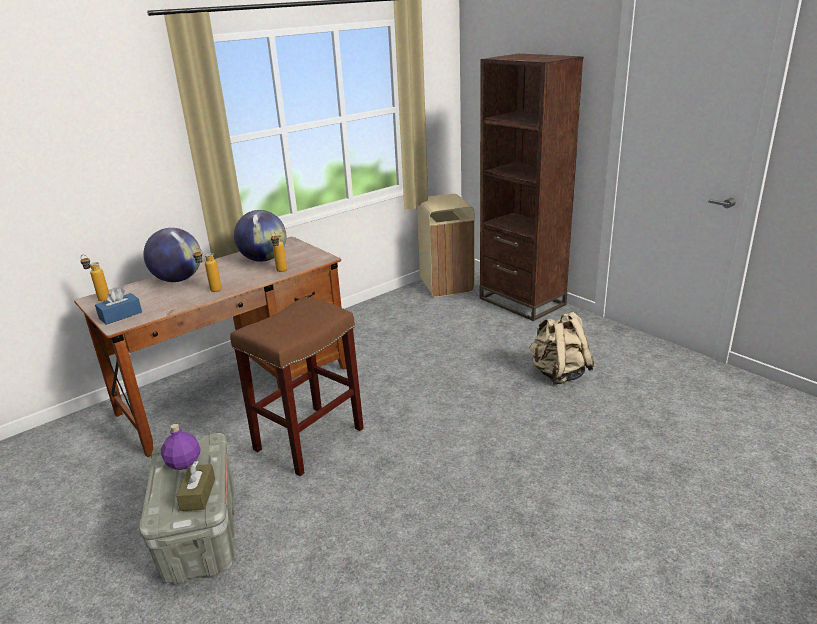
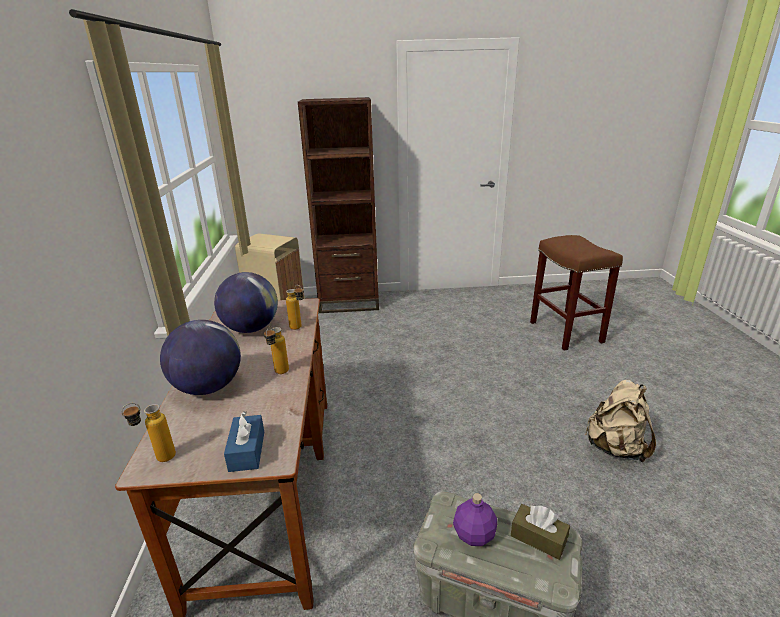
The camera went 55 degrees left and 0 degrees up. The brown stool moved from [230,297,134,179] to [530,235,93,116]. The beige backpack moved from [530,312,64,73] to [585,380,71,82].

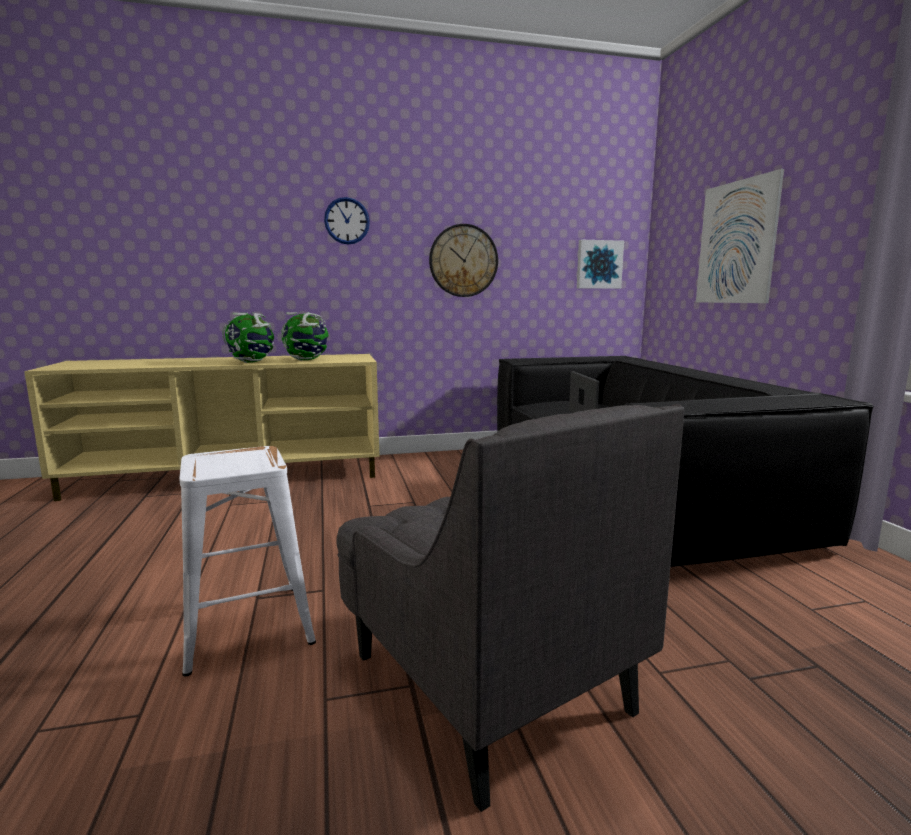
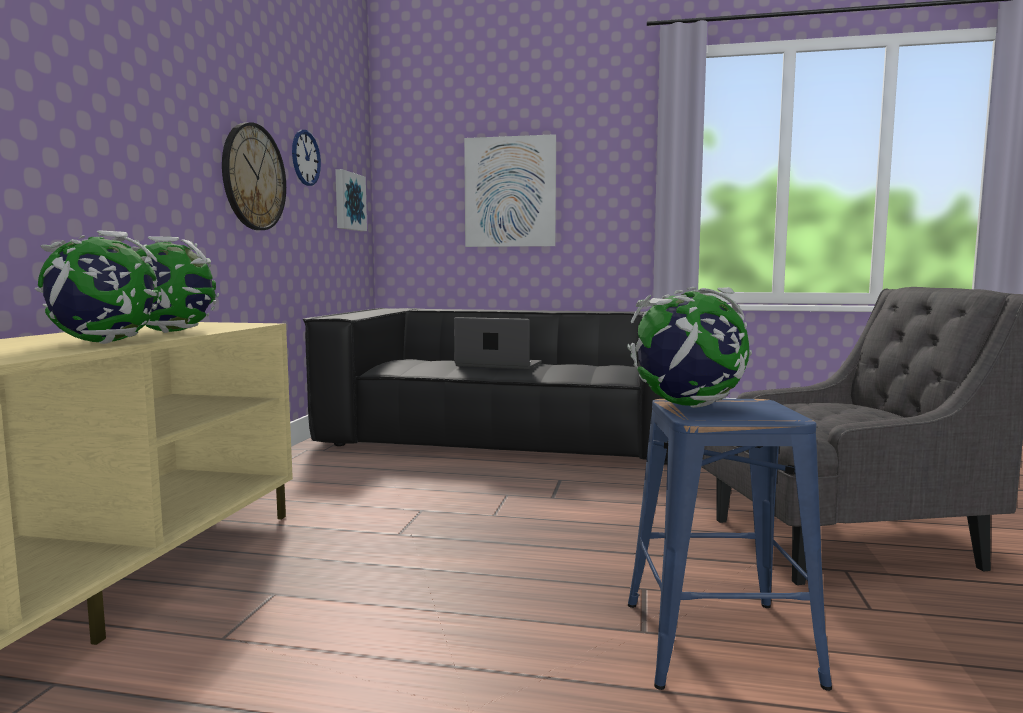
The camera went 65 degrees left and 5 degrees down. The white stool at [179,446,137,230] became the blue stool at [628,399,204,292]. The wall clock moved from [324,197,46,47] to [292,130,29,56]. The globe at [627,287,125,121] appeared.

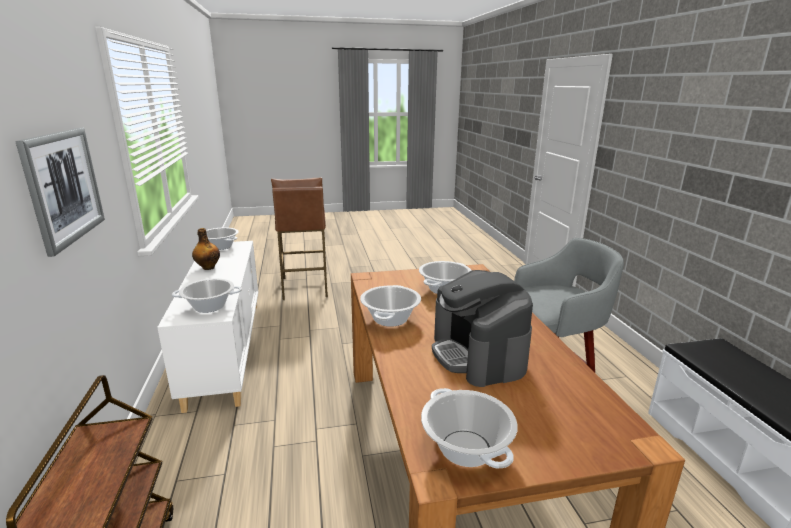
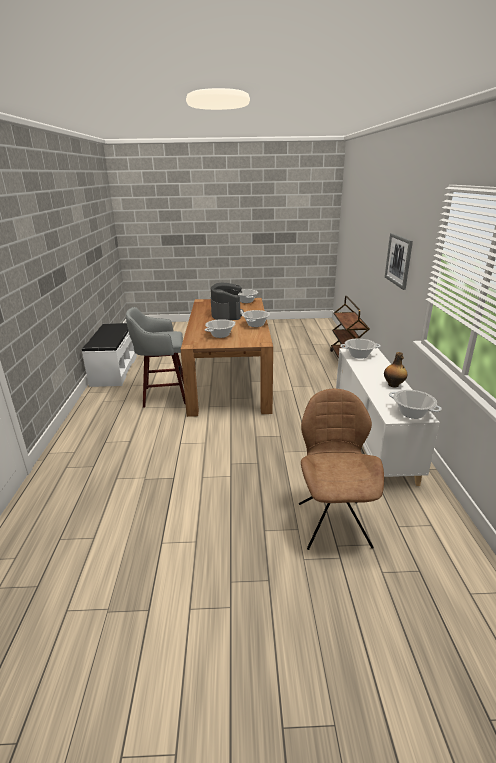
The camera went 170 degrees left and 5 degrees up. The brown stool at [271,177,57,123] was replaced by the brown chair at [299,388,85,162].

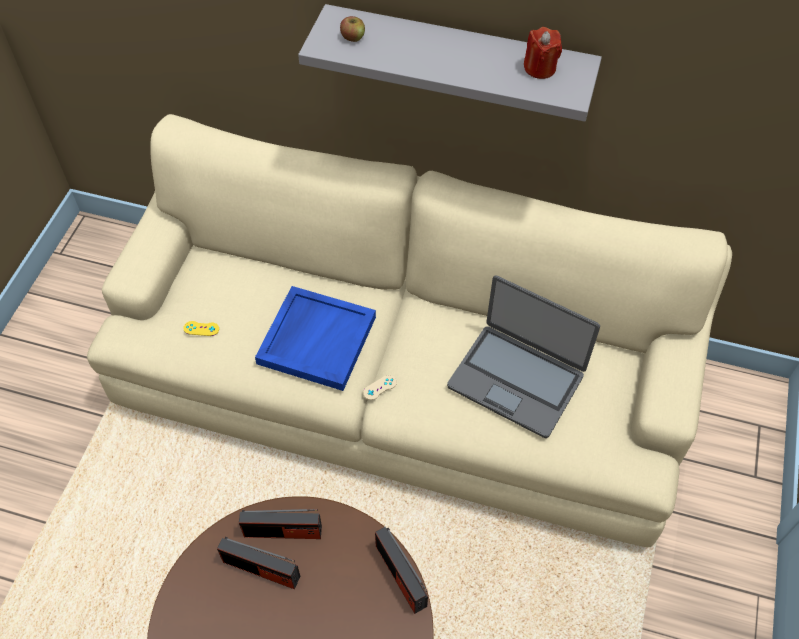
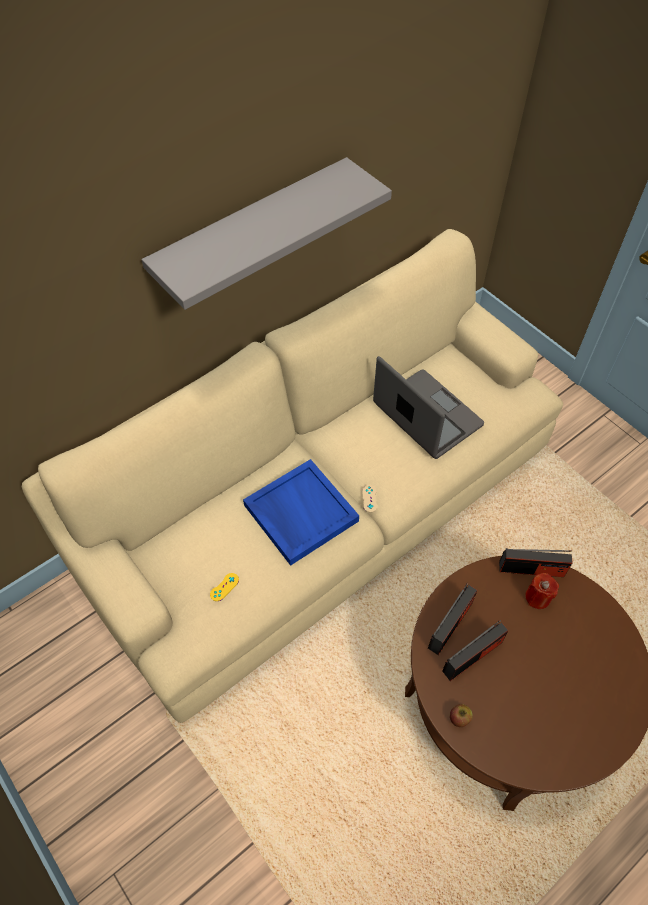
The camera went 55 degrees left and 0 degrees up. The apple moved from [340,16,25,26] to [450,704,23,23]. The laptop at [447,275,153,163] turned 105 degrees counterclockwise. The red candle moved from [524,27,38,52] to [525,573,34,36].

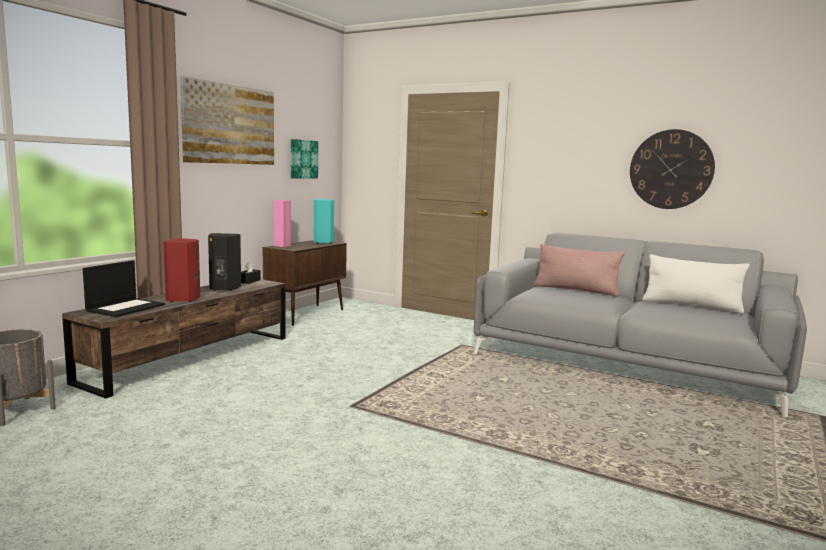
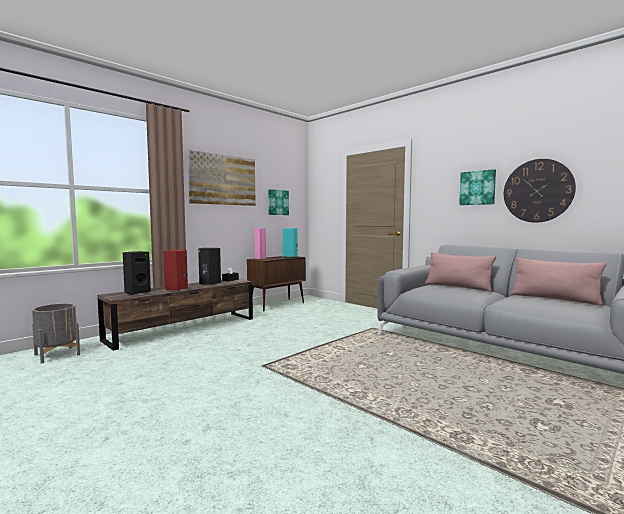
The camera went 15 degrees right and 5 degrees down. The laptop at [83,260,82,57] was replaced by the black speaker at [123,251,28,44]. The white pillow at [643,254,107,59] became the pink pillow at [511,257,96,49]. The picture at [459,169,37,36] appeared.

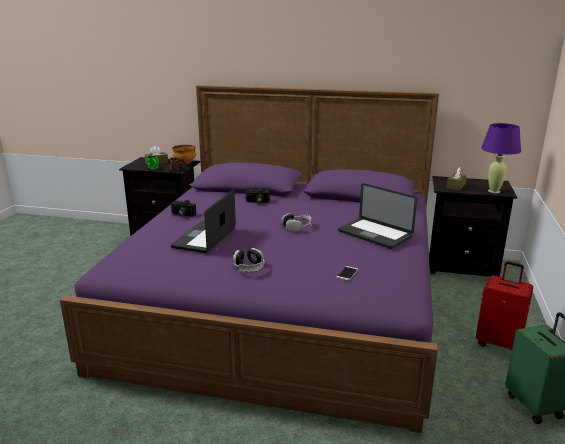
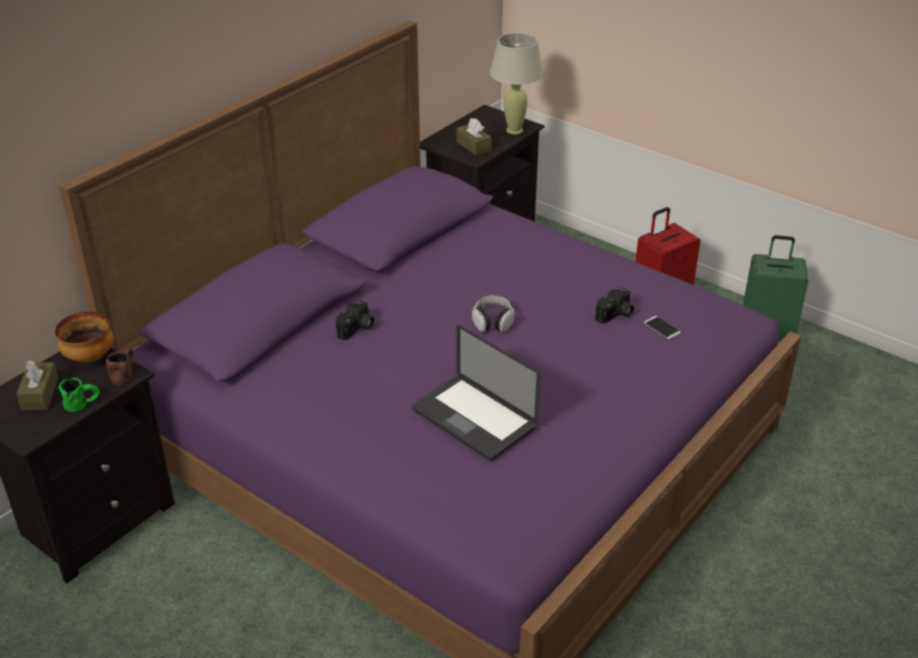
The camera went 65 degrees left and 15 degrees up. The photo camera moved from [171,200,25,17] to [595,288,39,36]. The headphones at [233,248,32,24] disappeared. The laptop at [338,183,79,66] disappeared. The purple table lamp at [481,123,40,70] became the beige table lamp at [490,33,54,101].

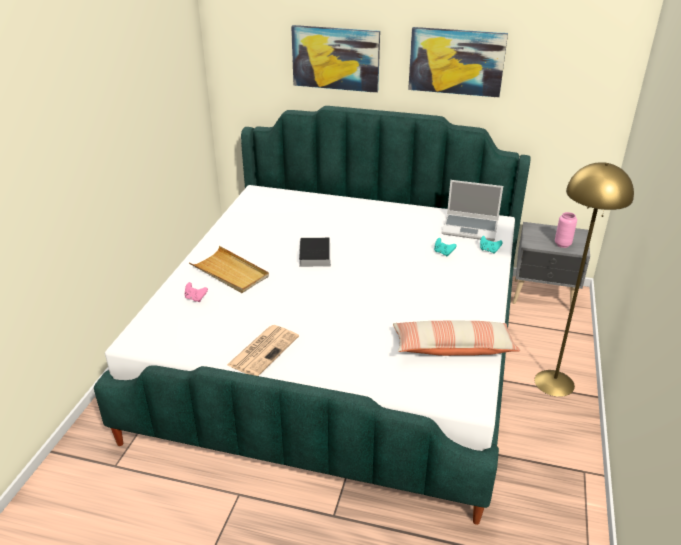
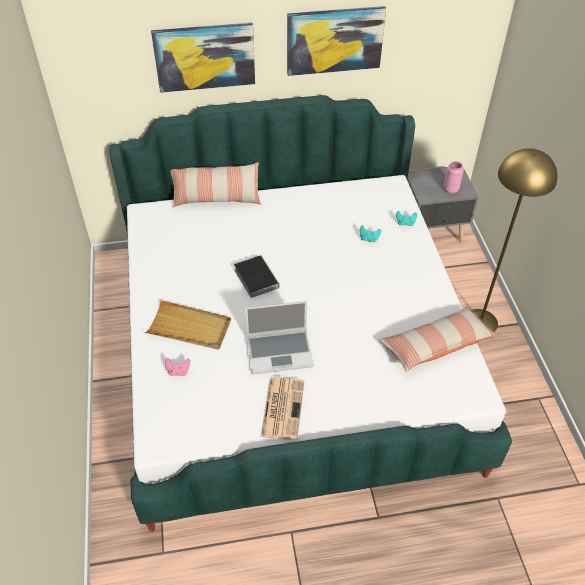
The camera went 25 degrees left and 15 degrees up. The laptop moved from [441,180,62,61] to [245,301,69,73]. The pillow at [171,162,90,45] appeared.

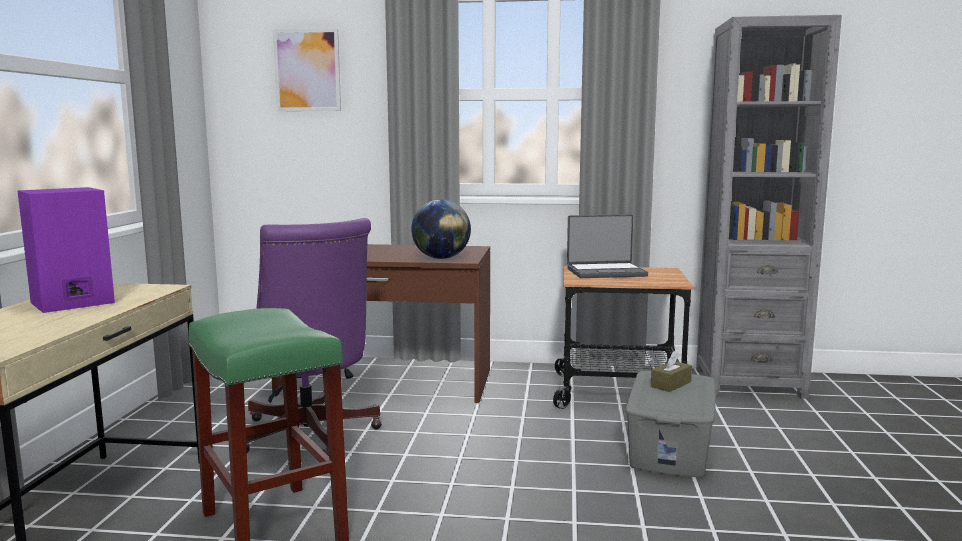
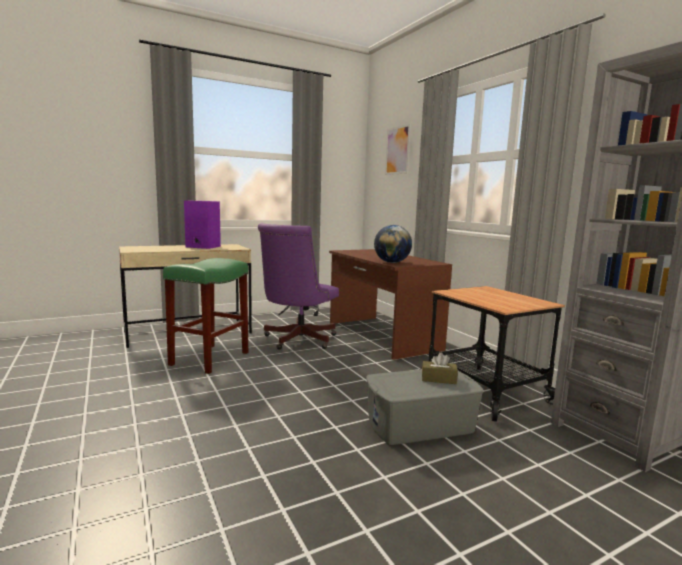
The camera went 55 degrees right and 0 degrees up. The laptop at [567,214,81,64] disappeared.

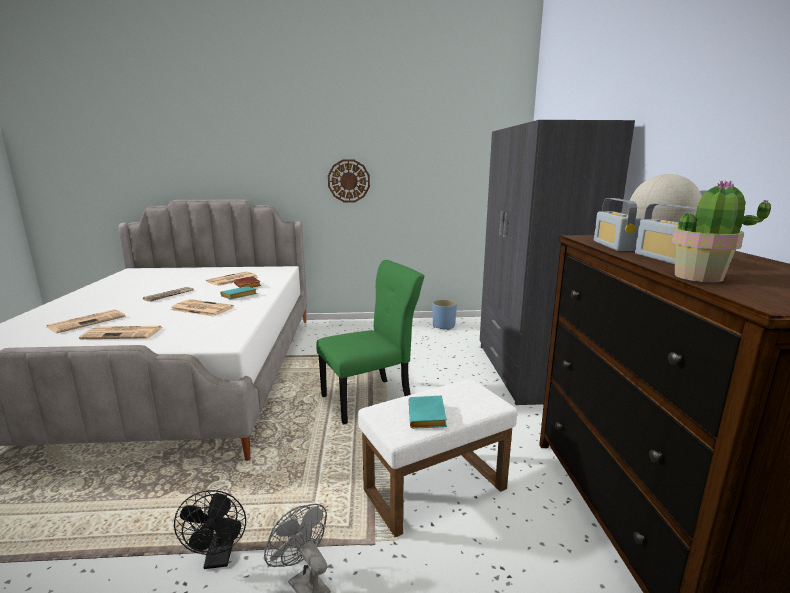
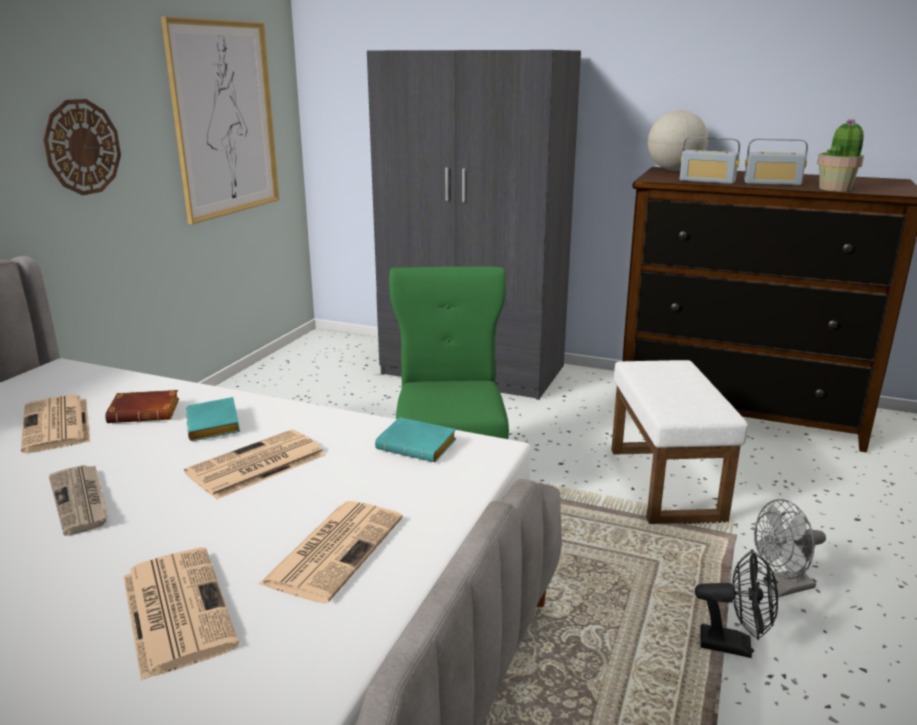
The camera went 65 degrees left and 5 degrees up. The turquoise book moved from [409,396,38,33] to [375,417,81,45]. The blue planter at [432,299,25,31] disappeared. The picture at [161,17,118,207] appeared.

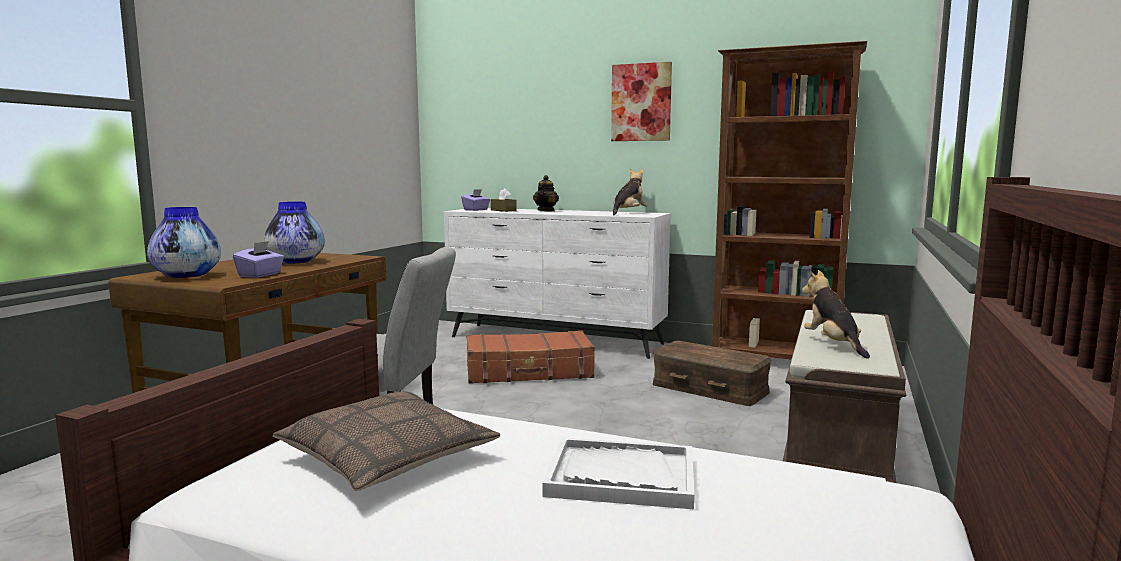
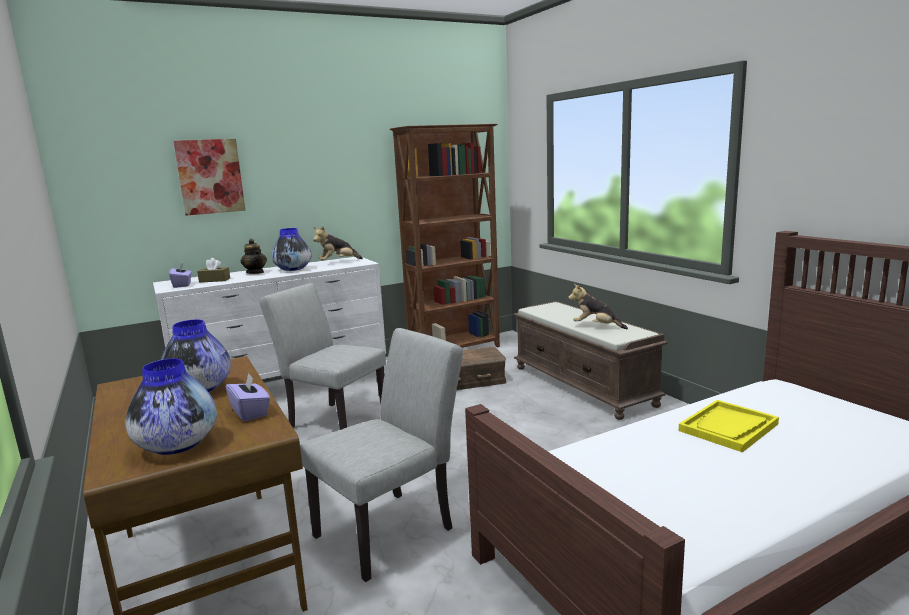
The camera went 50 degrees left and 5 degrees up. The pillow at [273,391,227,100] disappeared. The brown suitcase at [466,330,129,54] was replaced by the grey chair at [259,283,127,147]. The white tray at [542,437,152,72] became the yellow tray at [679,400,100,53]. The picture moved from [611,62,61,79] to [173,139,72,77]. The plush toy at [613,168,34,48] turned 105 degrees counterclockwise. The vase at [272,228,39,43] appeared.

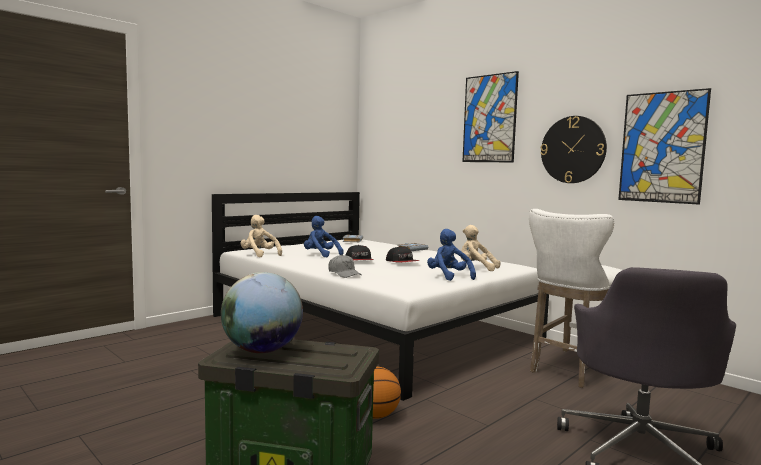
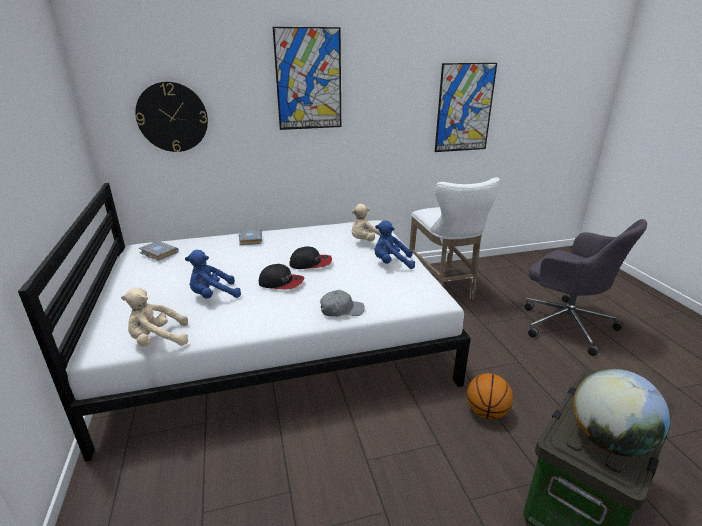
The camera went 60 degrees left and 20 degrees up. The wall clock moved from [540,116,67,67] to [135,82,73,70].

